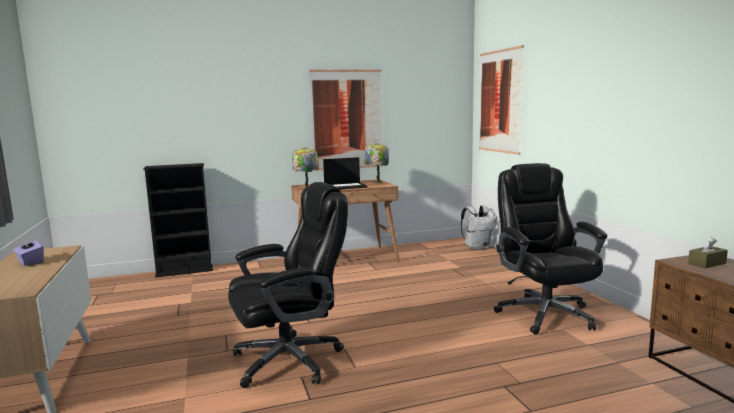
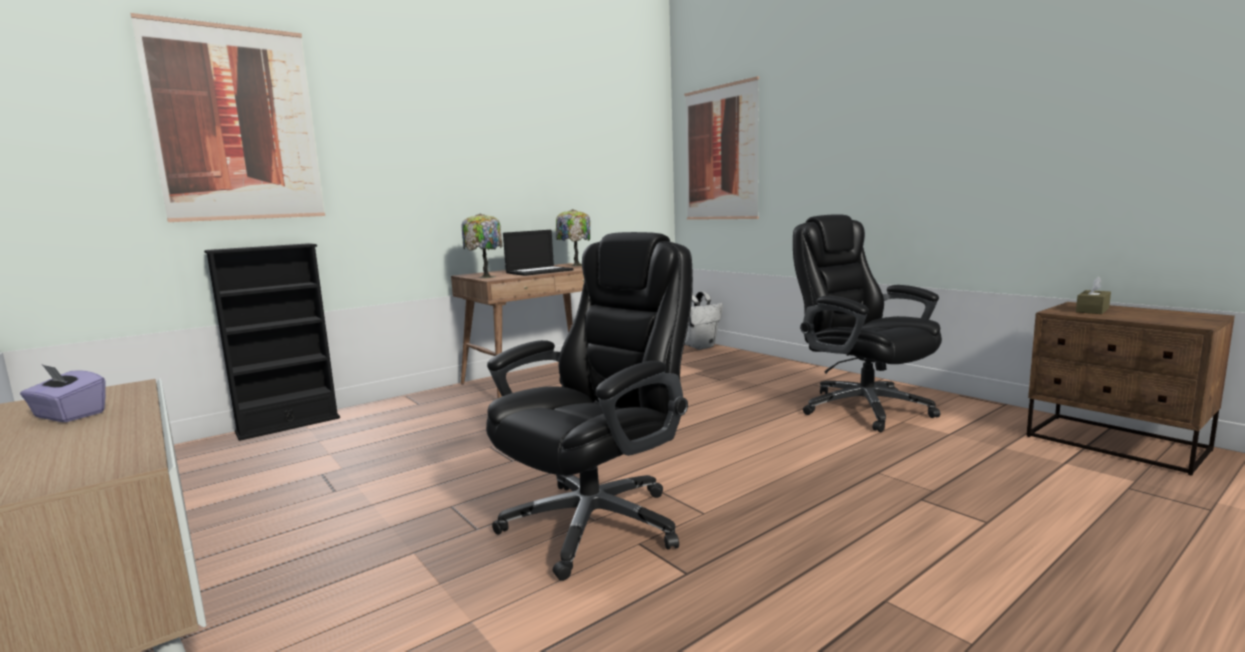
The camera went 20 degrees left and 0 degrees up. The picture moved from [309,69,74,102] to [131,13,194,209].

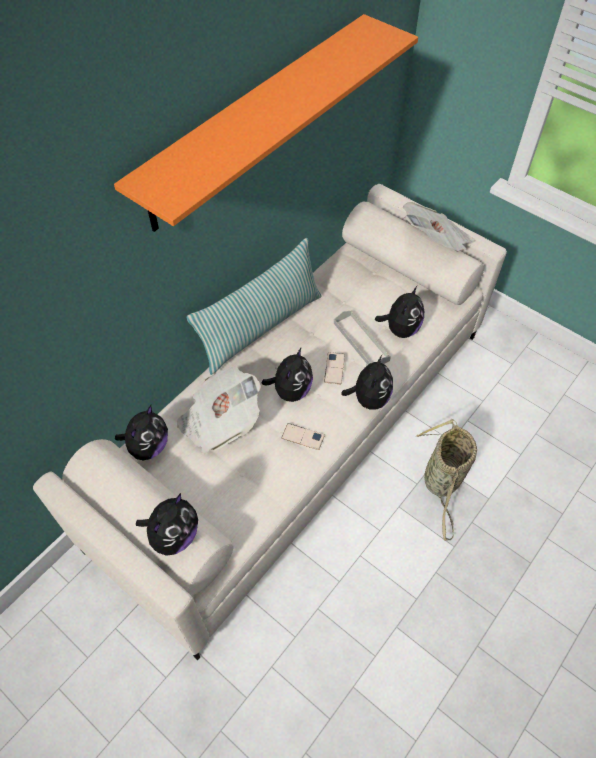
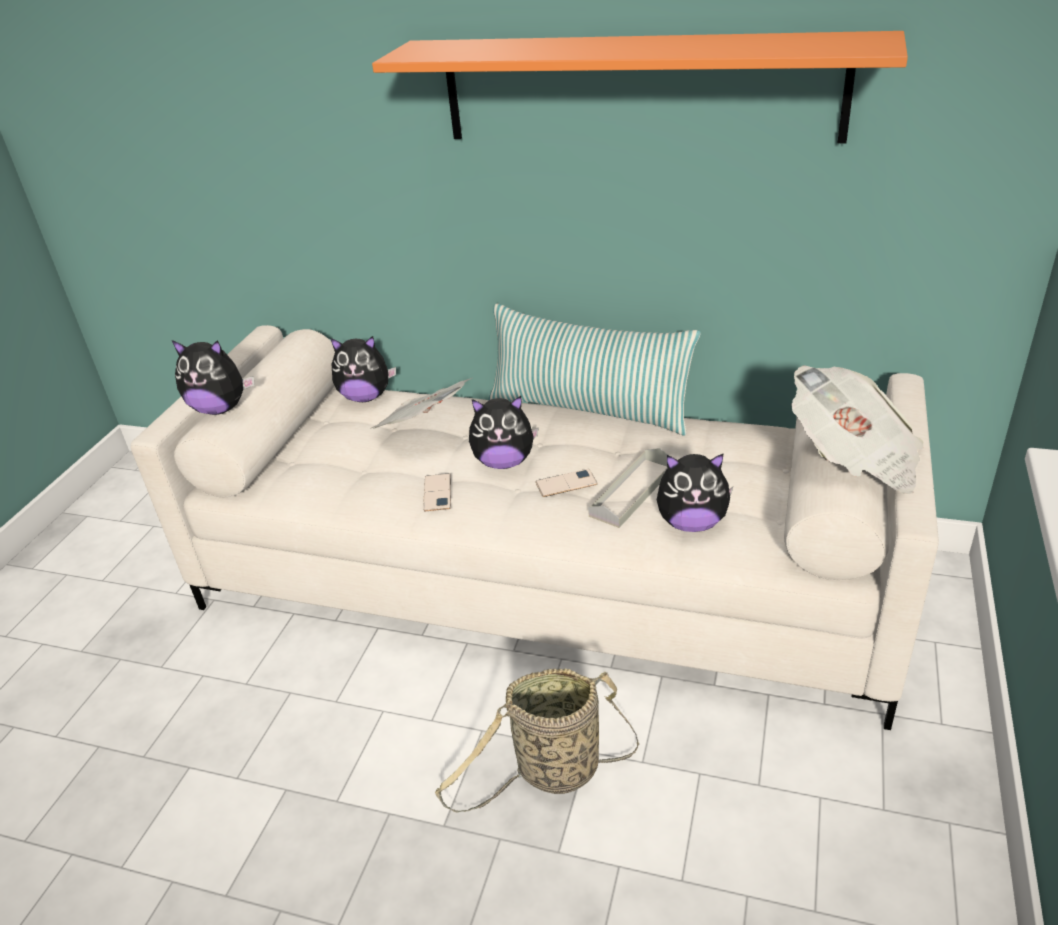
The camera went 70 degrees right and 20 degrees down. The plush toy at [341,354,52,56] disappeared.

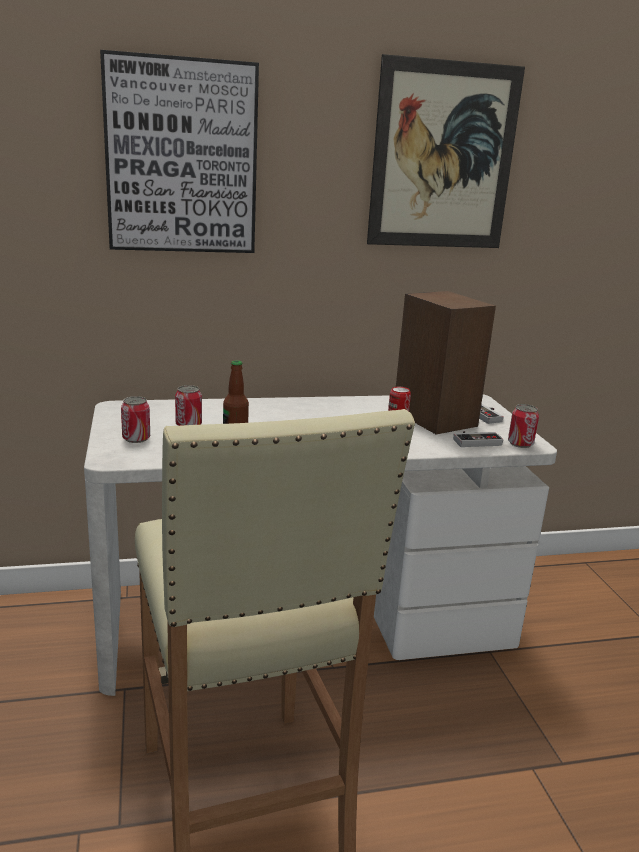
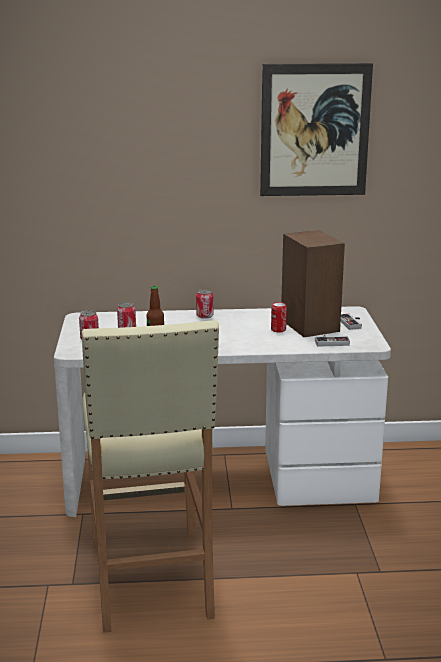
The camera went 10 degrees right and 0 degrees up. The picture at [100,50,159,203] disappeared. The can moved from [508,404,31,44] to [196,289,18,30].

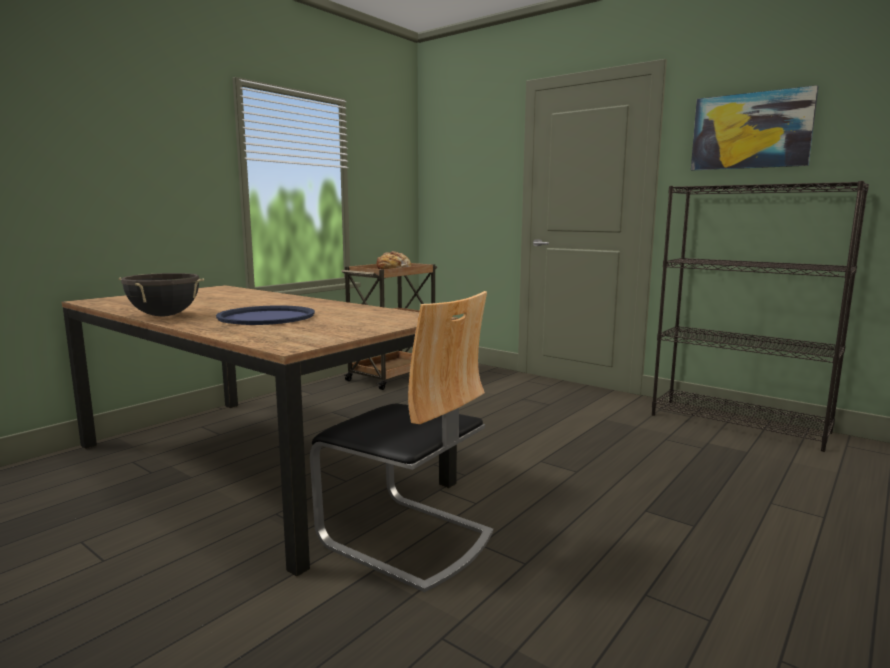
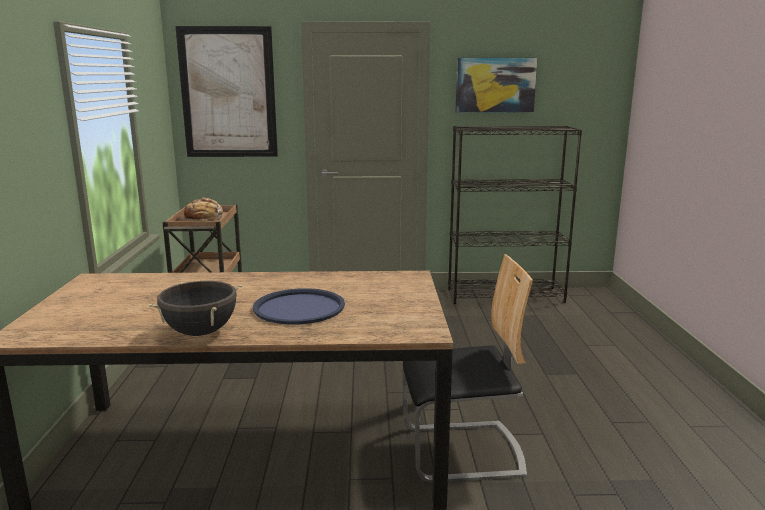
The camera went 40 degrees left and 5 degrees up. The picture at [175,26,103,131] appeared.

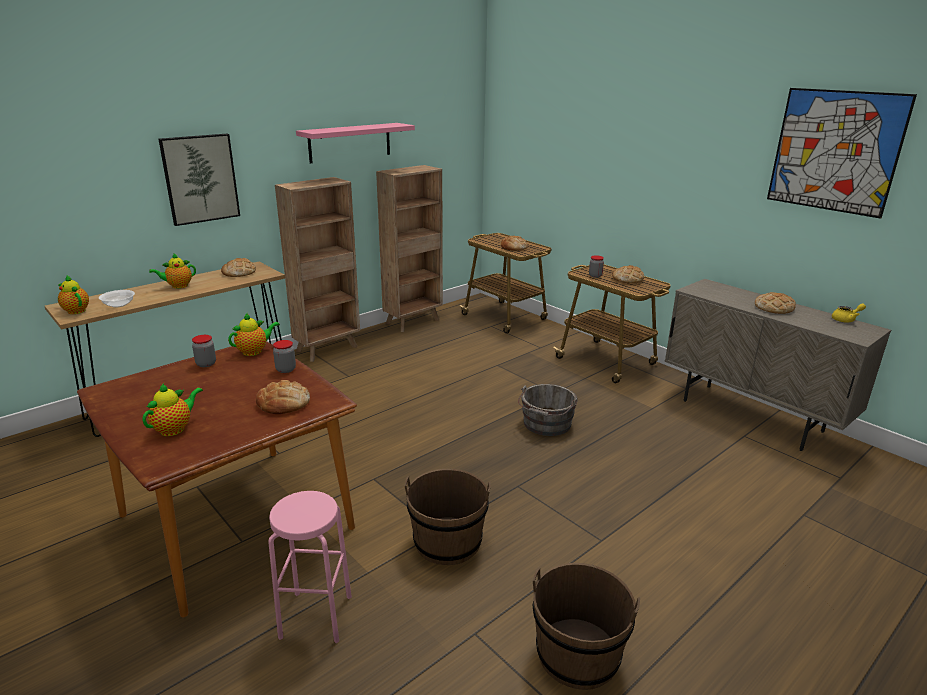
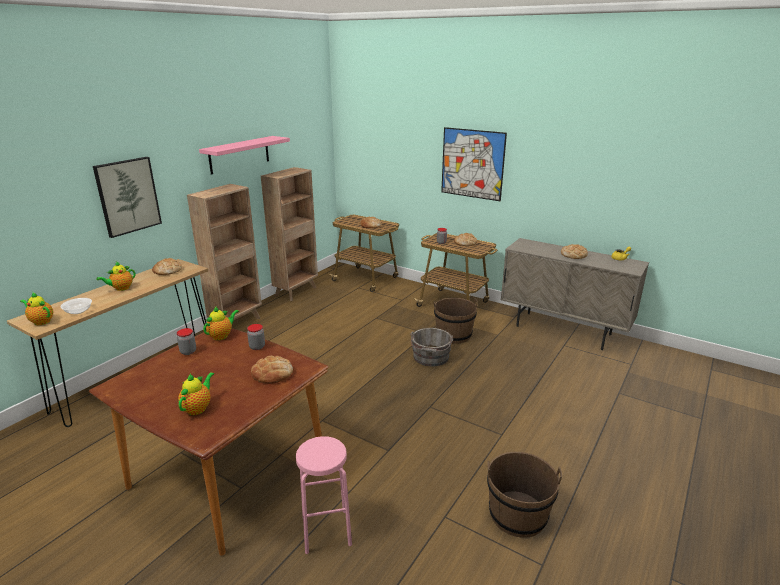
The camera went 15 degrees left and 0 degrees up. The brown bucket moved from [405,469,86,96] to [434,298,44,46]. The picture moved from [767,88,150,131] to [441,127,66,74].

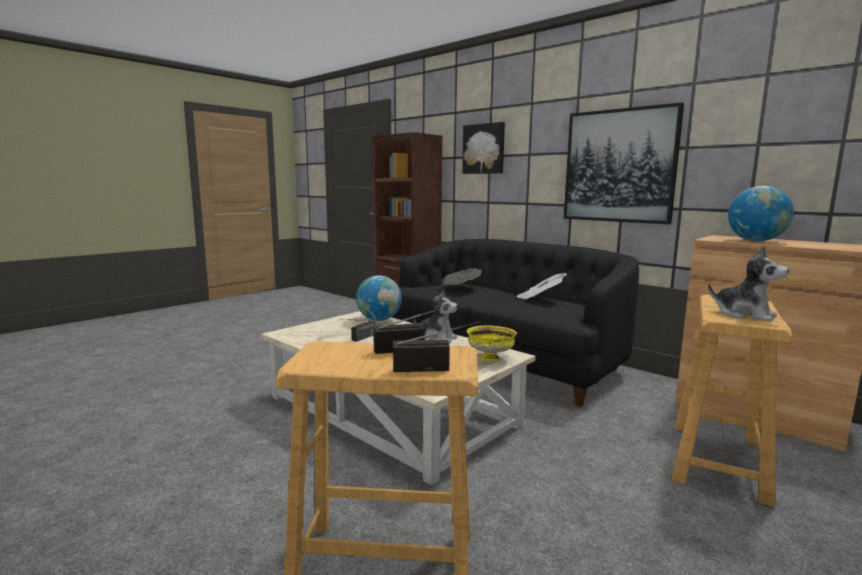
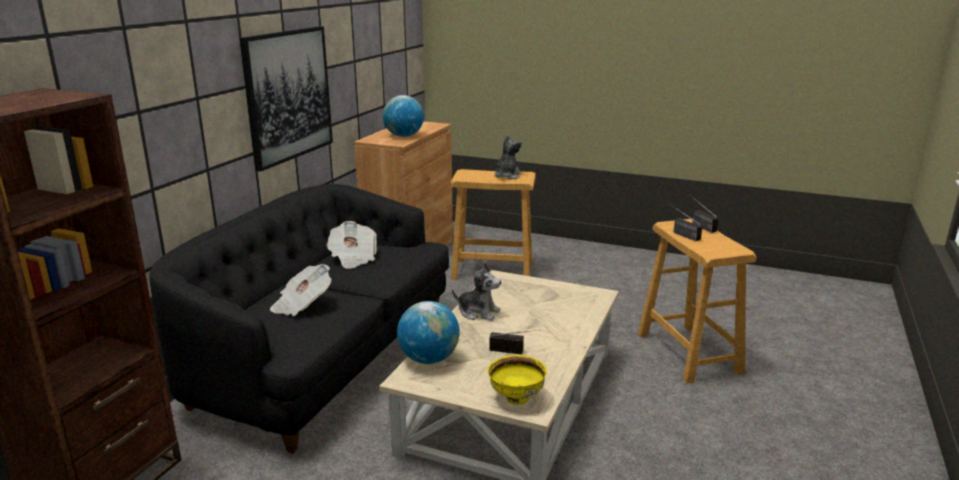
The camera went 110 degrees left and 10 degrees up. The plush toy at [413,288,45,56] turned 105 degrees clockwise. The picture at [462,122,43,52] disappeared. The yellow bowl moved from [467,326,50,36] to [487,355,60,50].

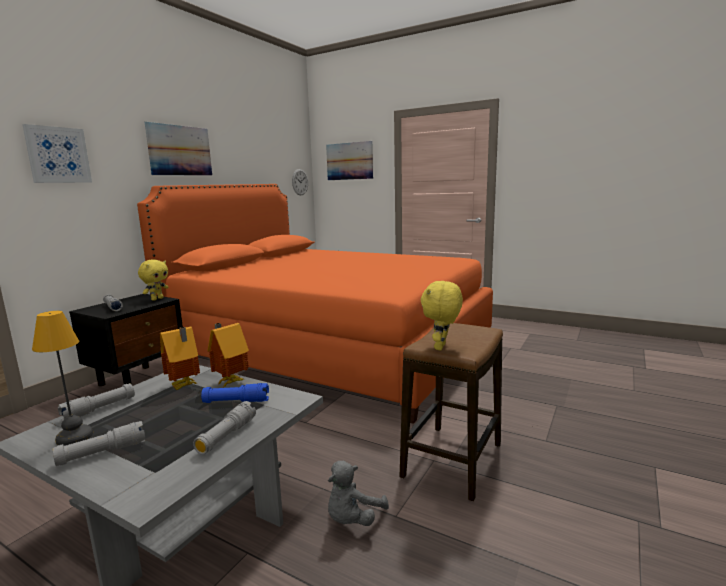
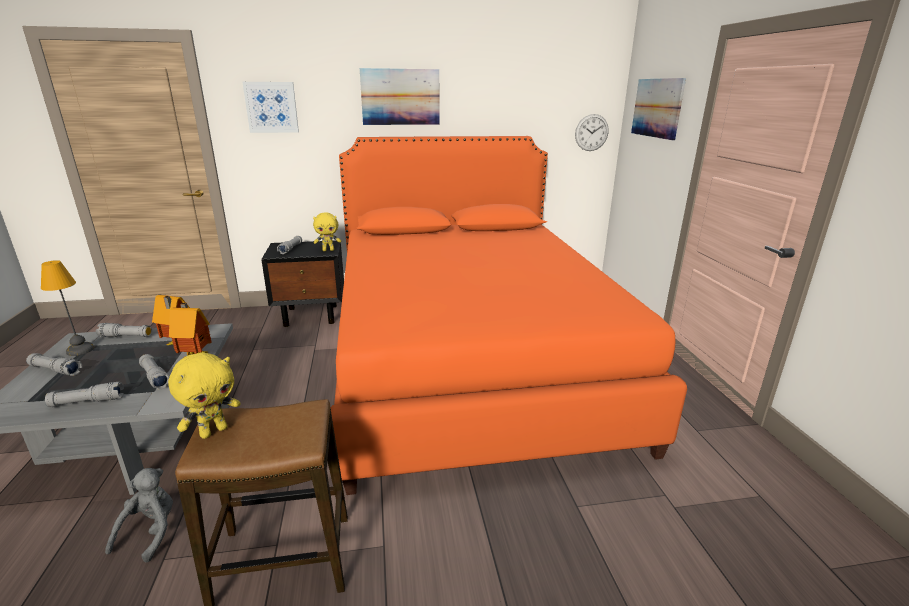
The camera went 50 degrees right and 10 degrees up. The blue flashlight at [201,383,68,20] became the grey flashlight at [139,354,30,36]. The grey plush toy at [328,460,61,66] turned 105 degrees clockwise. The yellow plush toy at [421,281,42,69] turned 150 degrees clockwise.

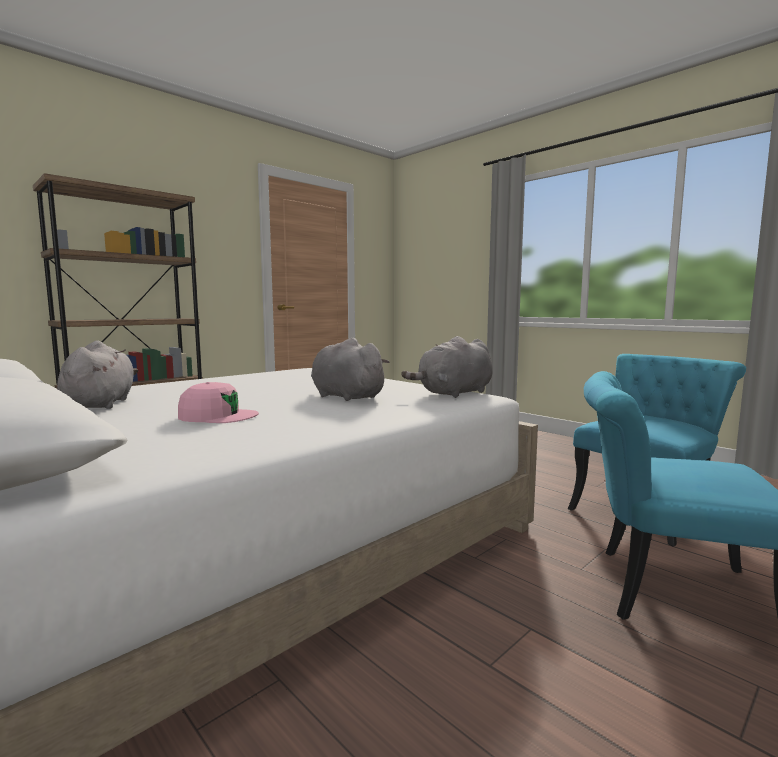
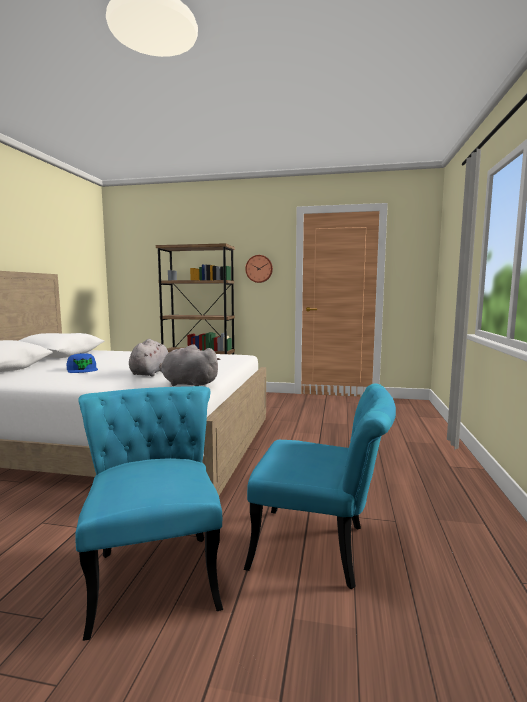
The camera went 55 degrees right and 0 degrees up. The grey plush toy at [57,340,81,69] disappeared. The pink cap at [178,382,81,41] became the blue cap at [66,353,32,20]. The wall clock at [245,255,28,28] appeared.

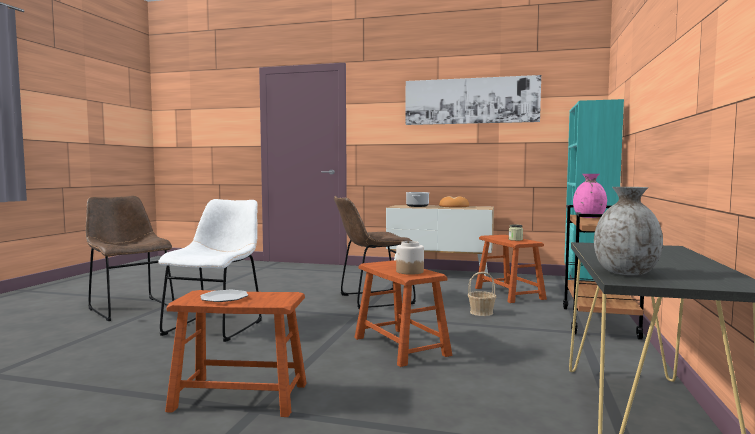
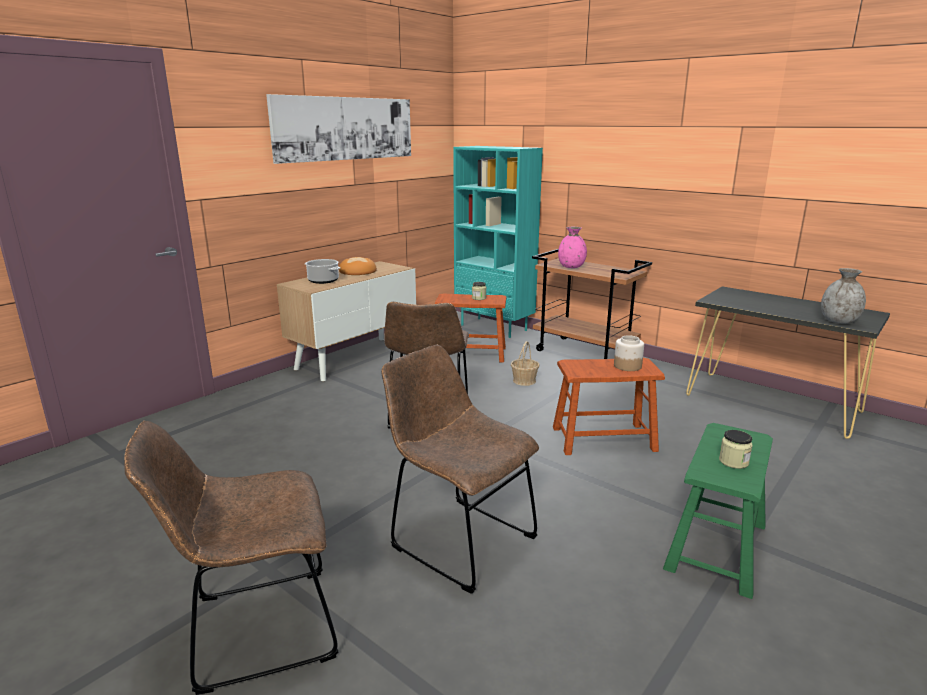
The camera went 65 degrees left and 15 degrees up. The white chair at [158,199,104,143] became the brown chair at [381,345,158,249]. The brown stool at [165,290,142,127] became the green stool at [663,423,110,176]. The plate at [200,290,48,12] was replaced by the jar at [719,430,34,39].

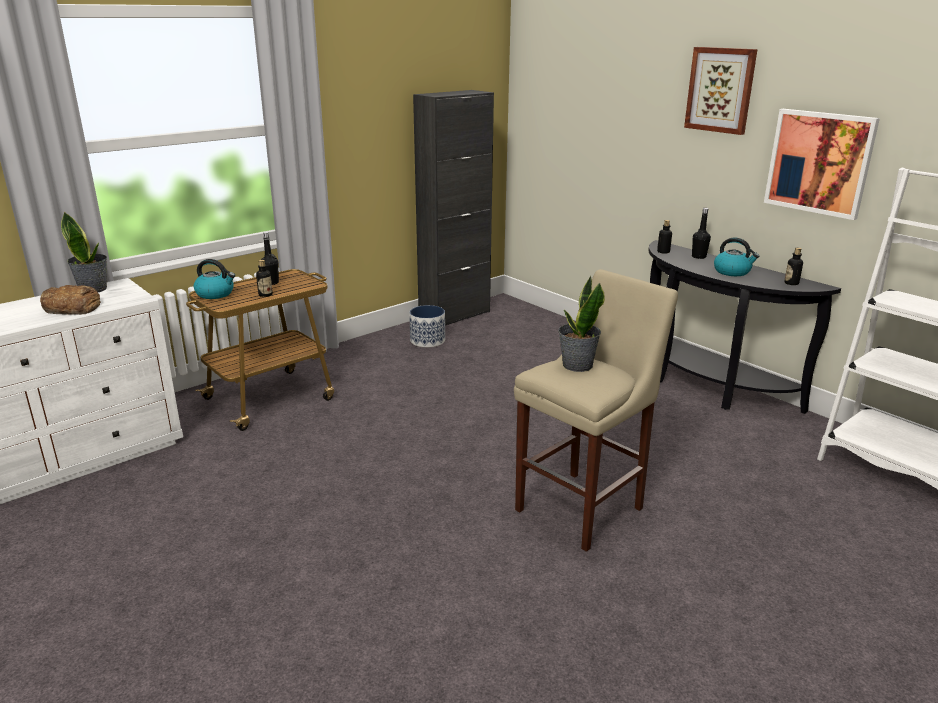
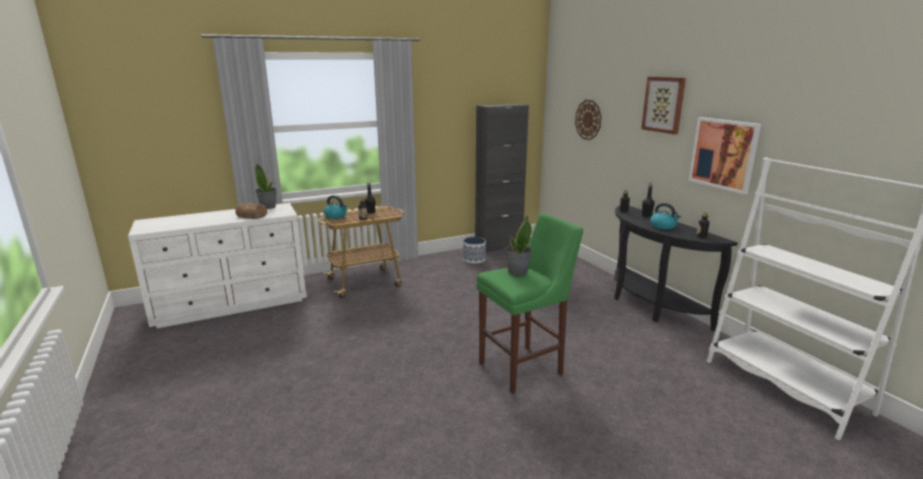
The camera went 15 degrees right and 5 degrees down. The beige stool at [514,269,164,283] became the green stool at [476,213,107,181]. The wall clock at [575,100,27,40] appeared.

